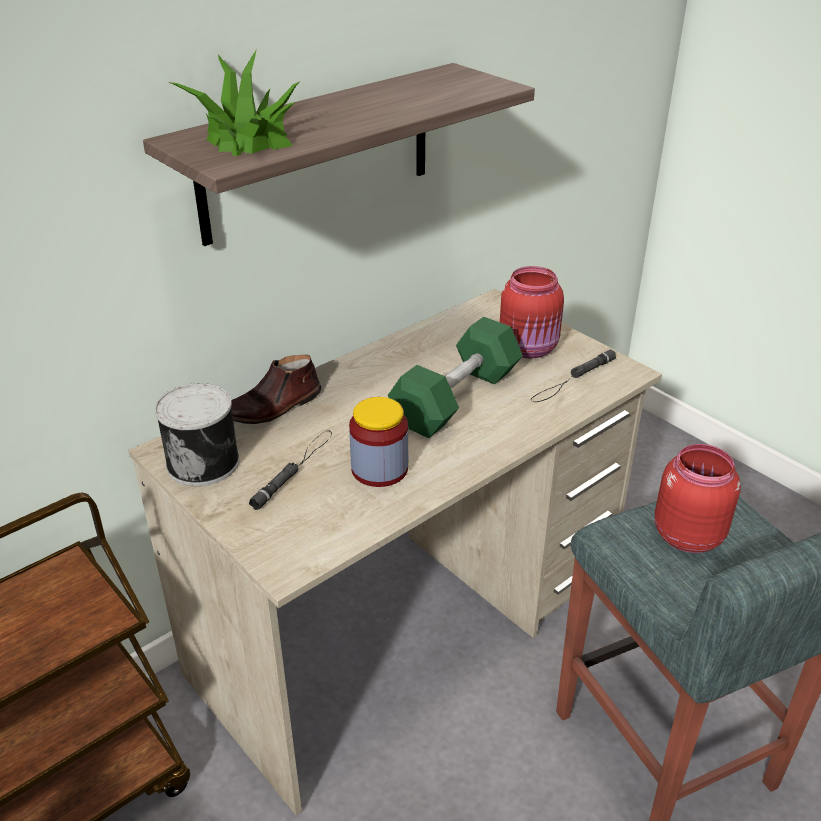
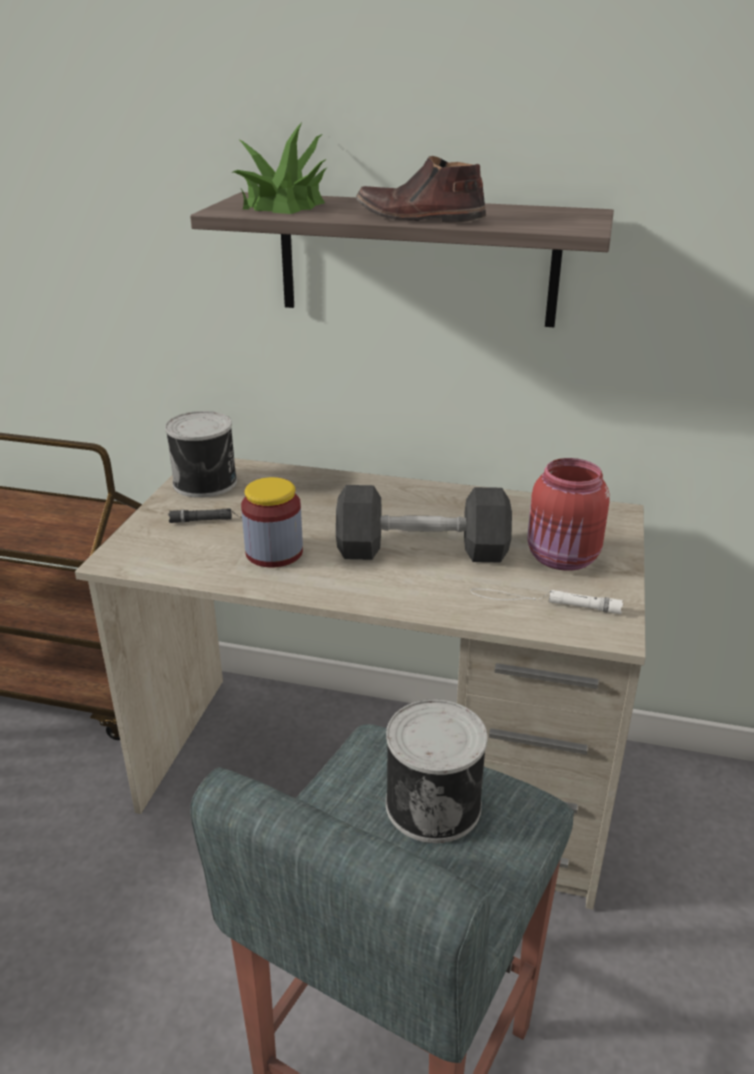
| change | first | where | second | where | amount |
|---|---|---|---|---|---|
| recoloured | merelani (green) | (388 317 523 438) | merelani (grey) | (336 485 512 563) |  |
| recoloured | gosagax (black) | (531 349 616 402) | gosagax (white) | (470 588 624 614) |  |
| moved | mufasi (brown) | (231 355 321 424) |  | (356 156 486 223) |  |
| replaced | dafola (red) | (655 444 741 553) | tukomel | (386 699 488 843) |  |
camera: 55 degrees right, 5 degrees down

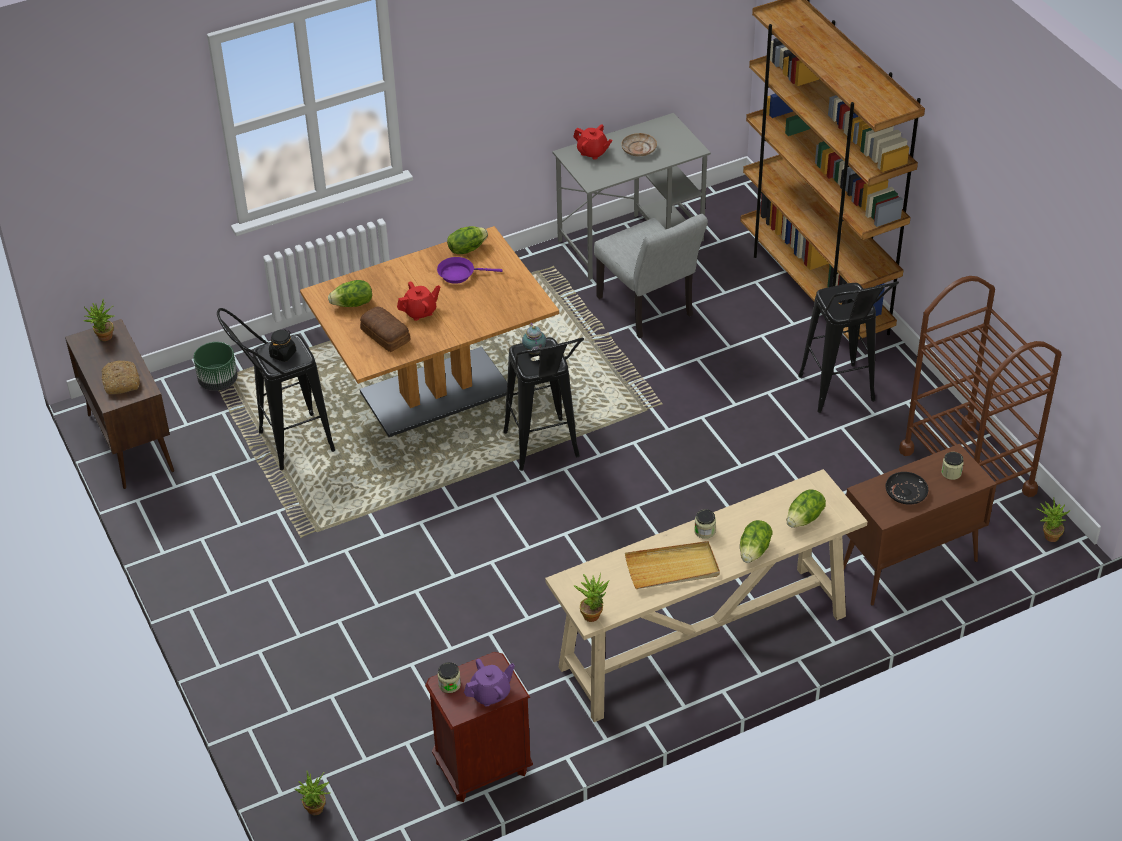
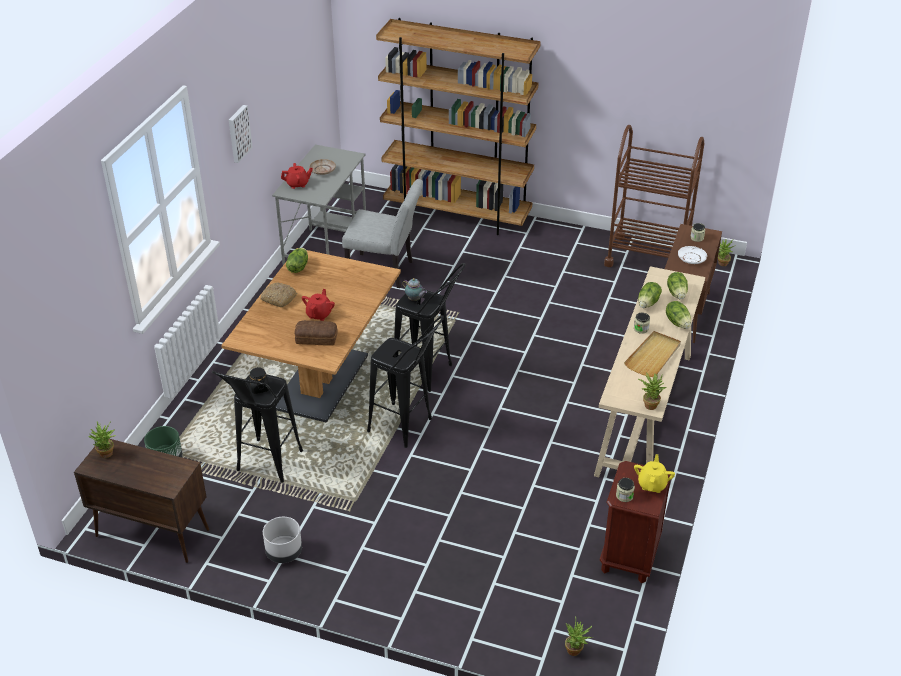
| change | first | where | second | where | amount |
|---|---|---|---|---|---|
| removed | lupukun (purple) | (437 257 502 284) |  |  |  |
| moved | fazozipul | (328 280 372 307) |  | (638 282 662 308) |  |
| moved | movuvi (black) | (798 281 899 413) |  | (367 315 444 448) |  |
| moved | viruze | (101 360 140 394) |  | (261 283 297 307) |  |
| recoloured | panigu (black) | (886 472 928 504) | panigu (white) | (678 246 707 264) |  |
| recoloured | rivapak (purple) | (464 659 515 706) | rivapak (yellow) | (634 454 675 493) |  |
| added |  |  | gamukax | (229 105 253 163) |  |
| added |  |  | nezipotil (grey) | (263 517 302 563) |  |
camera: 45 degrees left, 5 degrees down

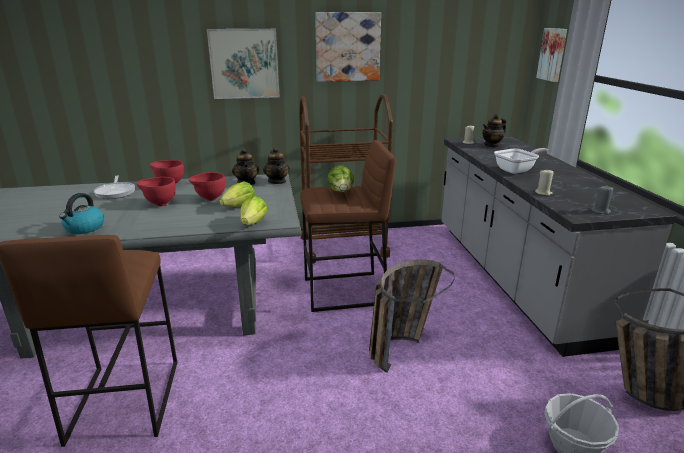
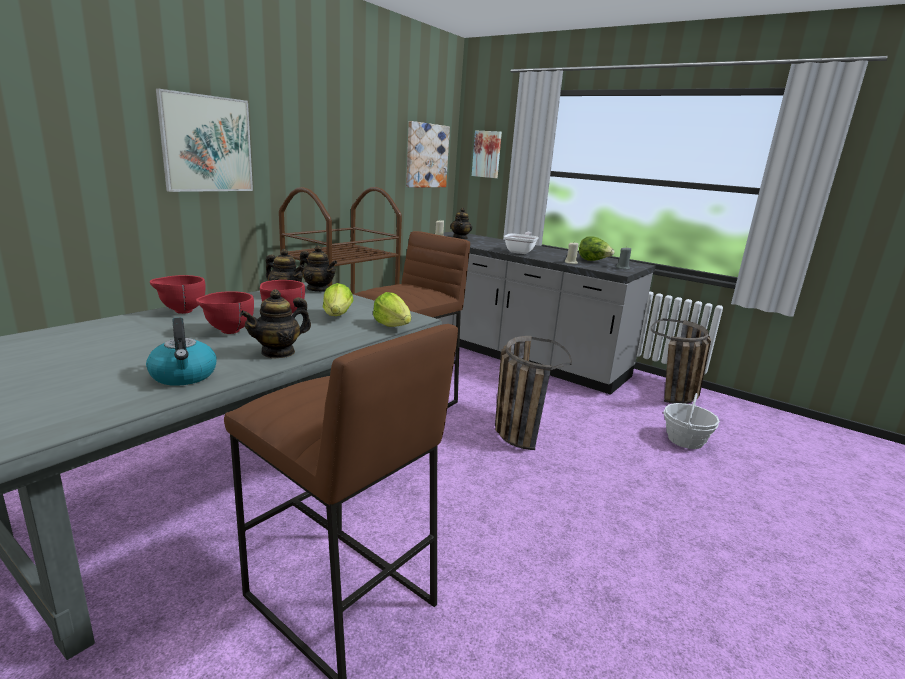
| change | first | where | second | where | amount |
|---|---|---|---|---|---|
| moved | gamukax | (315 12 381 82) |  | (406 121 450 188) |  |
| moved | fazozipul | (327 165 354 193) |  | (579 236 615 261) |  |
| removed | lupukun | (94 175 135 199) |  |  |  |
| added |  |  | rivapak | (240 289 311 359) |  |
camera: 45 degrees left, 5 degrees down

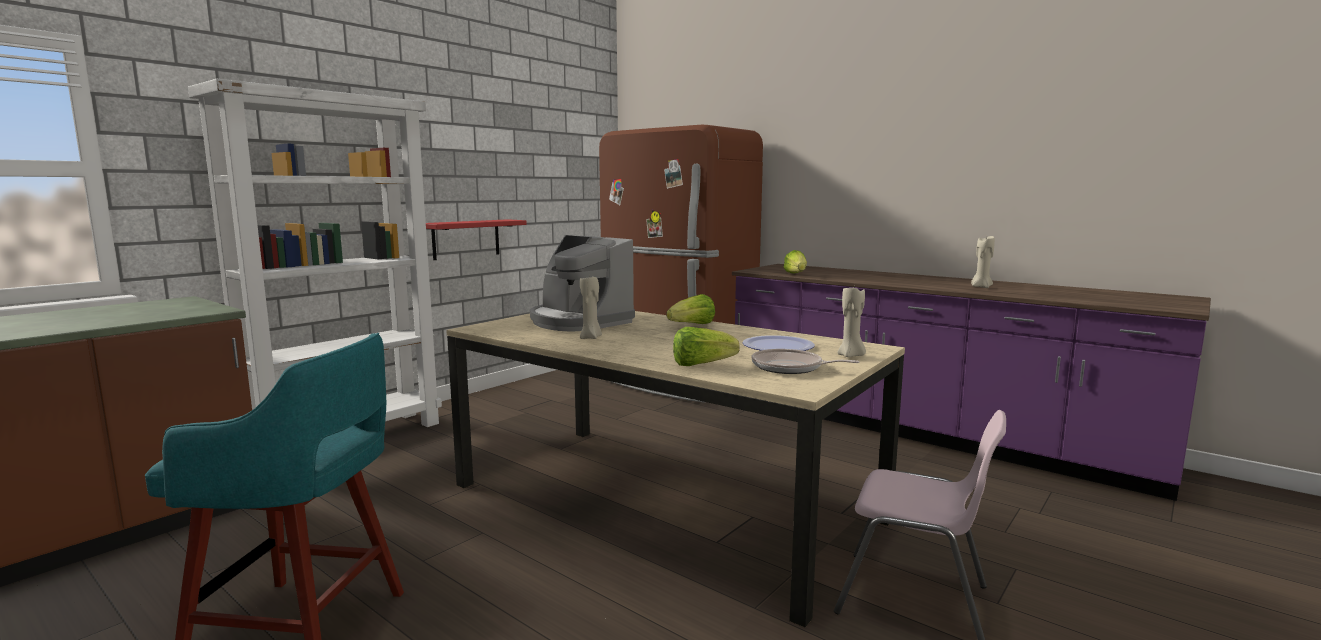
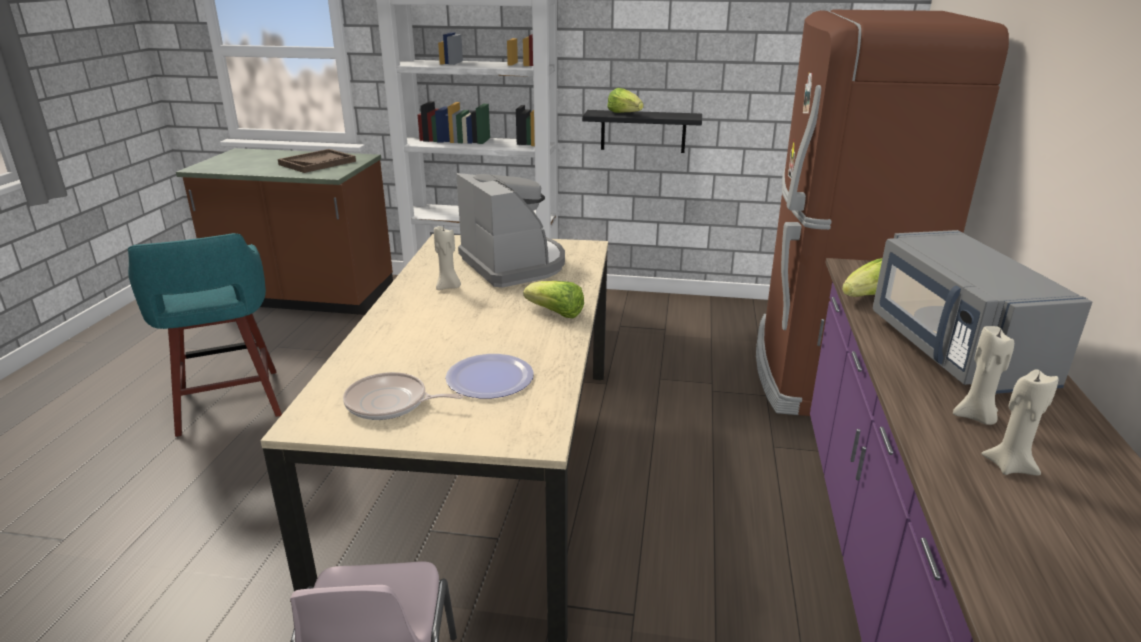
| change | first | where | second | where | amount |
|---|---|---|---|---|---|
| recoloured | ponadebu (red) | (426 219 527 260) | ponadebu (black) | (582 110 702 153) |  |
| turned | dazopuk | (530 235 635 332) |  | (457 173 565 288) | 135 degrees clockwise |
| moved | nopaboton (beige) | (837 288 866 357) |  | (953 326 1014 425) |  |
| moved | fazozipul | (673 327 740 366) |  | (607 88 644 113) |  |
| turned | lupukun | (751 349 859 374) |  | (343 372 463 420) | 75 degrees counterclockwise |
| added |  |  | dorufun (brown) | (278 149 356 173) |  |
| added |  |  | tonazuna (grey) | (873 230 1092 394) |  |
camera: 60 degrees right, 15 degrees up

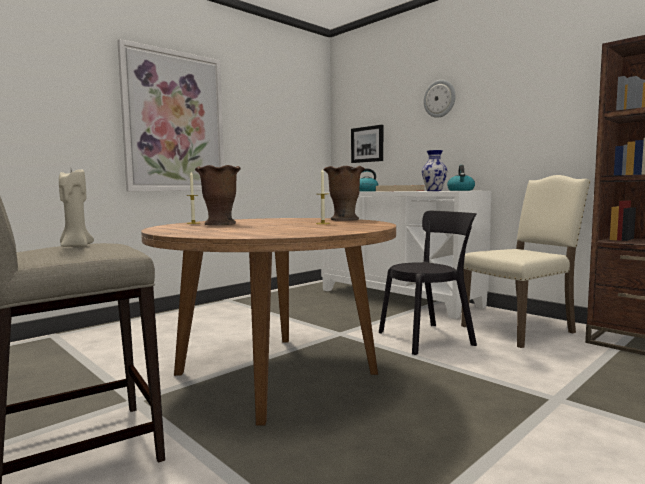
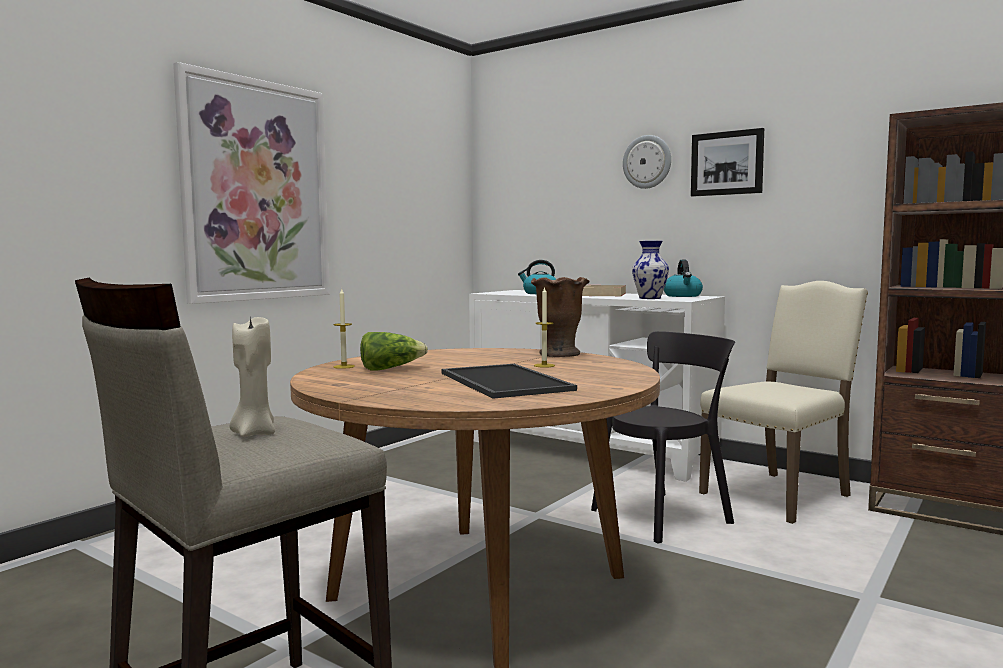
| change | first | where | second | where | amount |
|---|---|---|---|---|---|
| moved | gamukax | (351 125 383 163) |  | (691 128 764 197) |  |
| replaced | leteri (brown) | (195 165 241 225) | fazozipul | (360 332 428 371) |  |
| added |  |  | dorufun | (441 364 577 399) |  |
camera: 10 degrees left, 0 degrees up

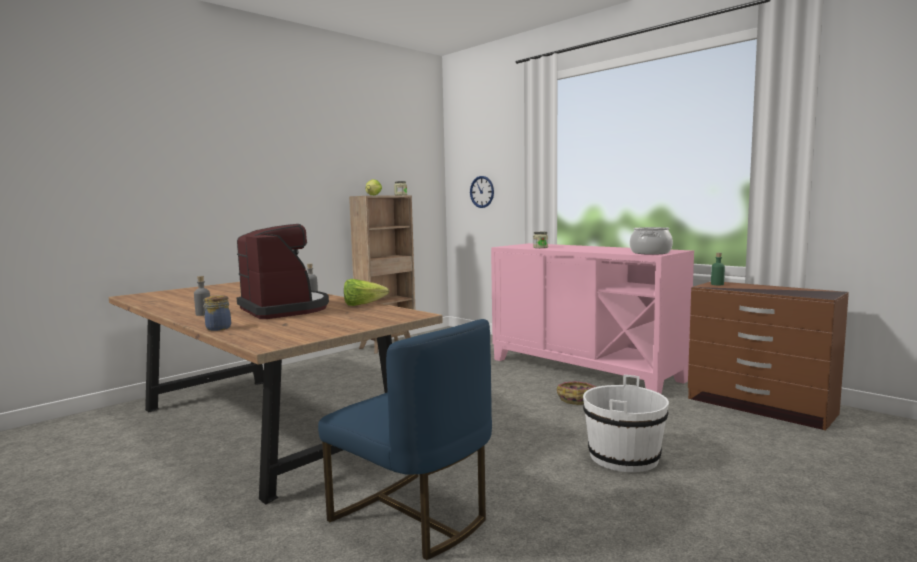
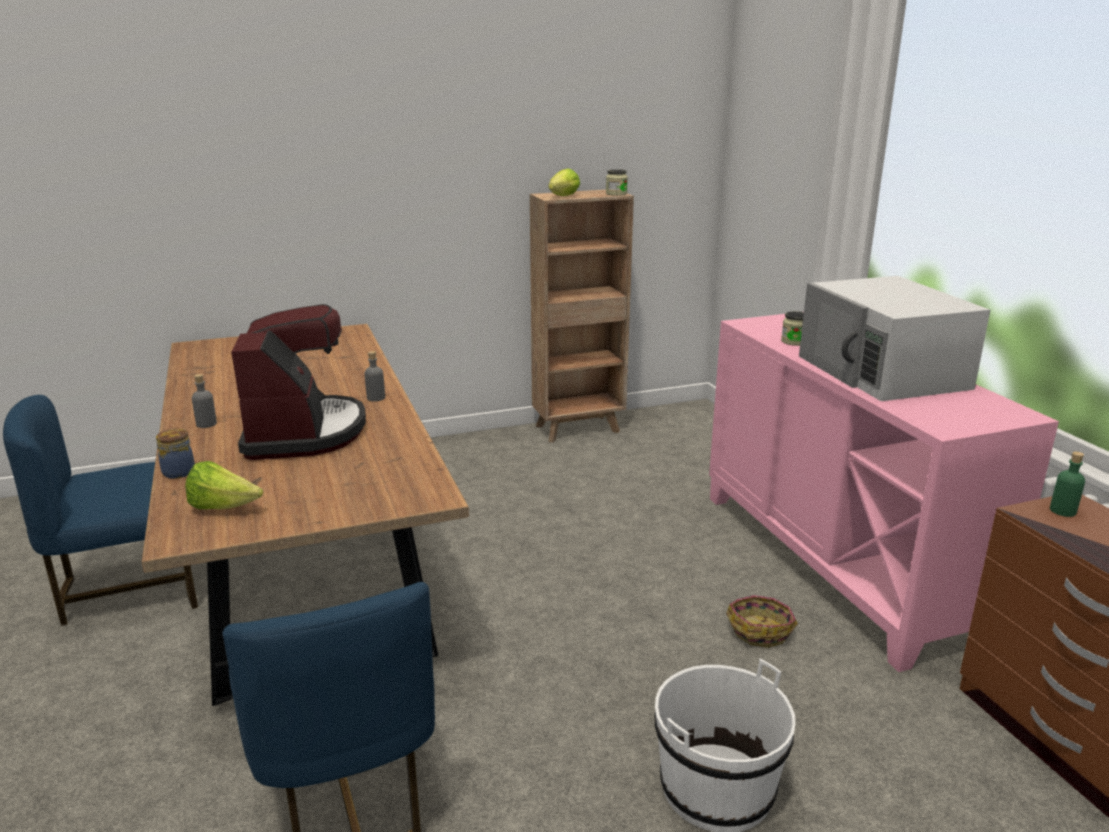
| change | first | where | second | where | amount |
|---|---|---|---|---|---|
| removed | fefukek | (470 176 494 208) |  |  |  |
| removed | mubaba | (630 227 673 255) |  |  |  |
| moved | fazozipul | (344 279 389 306) |  | (185 461 263 509) |  |
| added |  |  | tonazuna (white) | (799 276 990 401) |  |
| added |  |  | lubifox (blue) | (3 395 198 626) |  |
camera: 25 degrees right, 15 degrees up

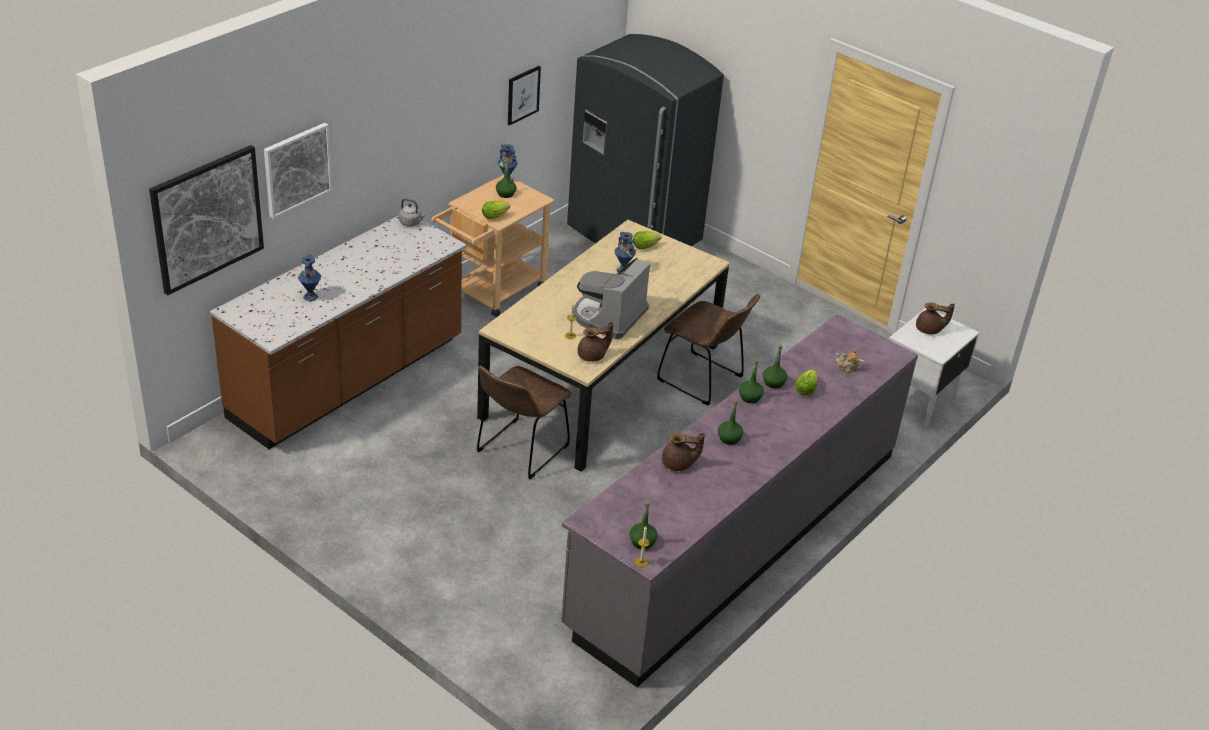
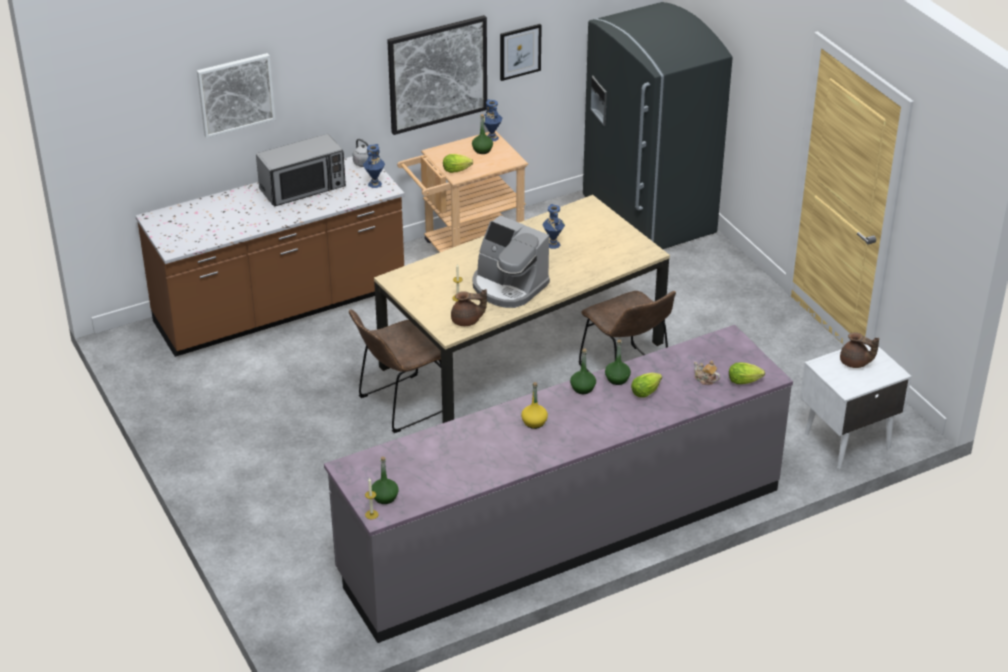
| change | first | where | second | where | amount |
|---|---|---|---|---|---|
| moved | gamukax | (149 145 264 295) |  | (387 15 487 135) |  |
| moved | fazozipul | (633 231 662 249) |  | (729 363 765 384) |  |
| moved | leteri (blue) | (298 255 321 301) |  | (363 144 385 188) |  |
| turned | dazopuk | (573 258 650 339) |  | (473 215 550 308) | 105 degrees counterclockwise |
| recoloured | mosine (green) | (718 399 743 445) | mosine (yellow) | (521 382 548 429) |  |
| removed | rivapak (brown) | (662 433 705 471) |  |  |  |
| added |  |  | tonazuna | (256 134 346 207) |  |
camera: 25 degrees right, 0 degrees up

